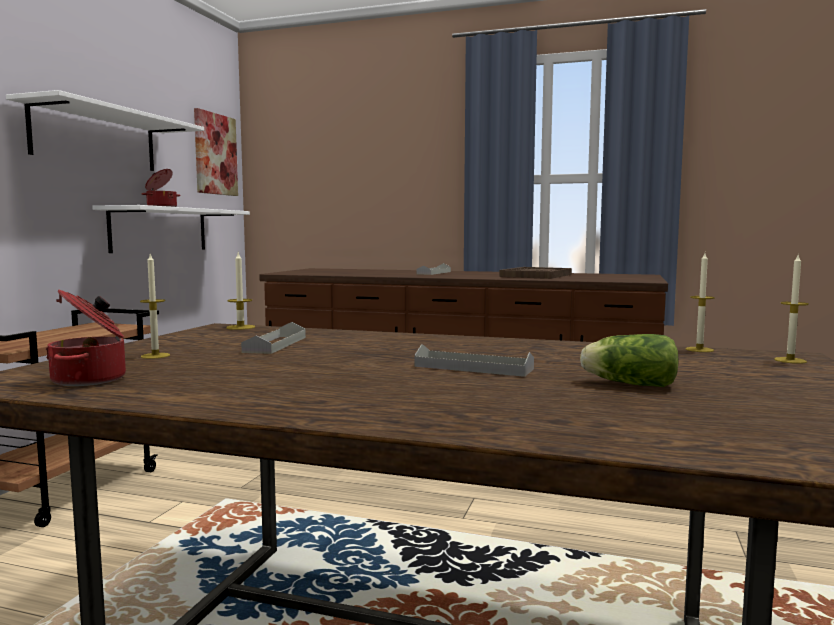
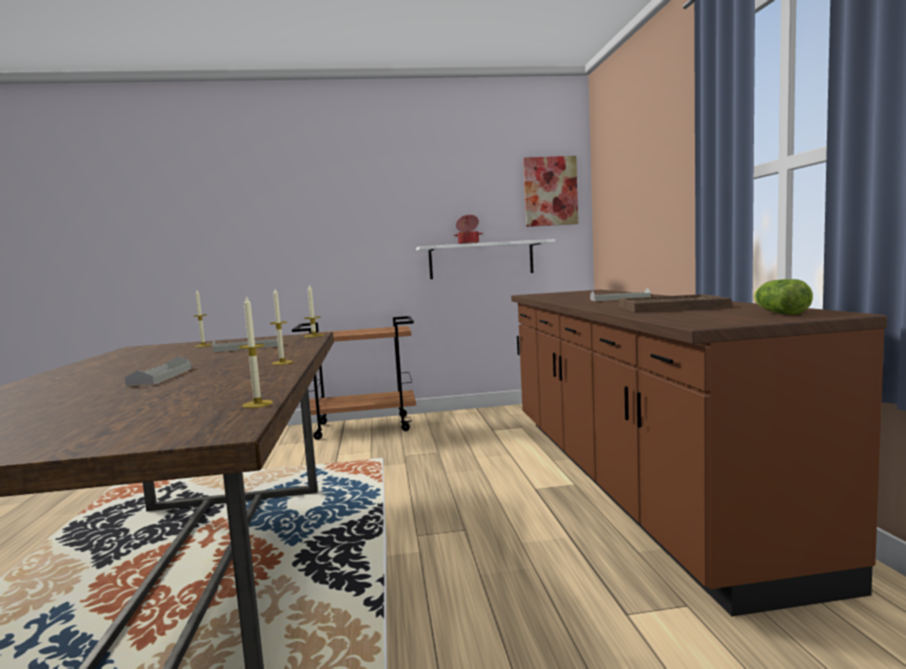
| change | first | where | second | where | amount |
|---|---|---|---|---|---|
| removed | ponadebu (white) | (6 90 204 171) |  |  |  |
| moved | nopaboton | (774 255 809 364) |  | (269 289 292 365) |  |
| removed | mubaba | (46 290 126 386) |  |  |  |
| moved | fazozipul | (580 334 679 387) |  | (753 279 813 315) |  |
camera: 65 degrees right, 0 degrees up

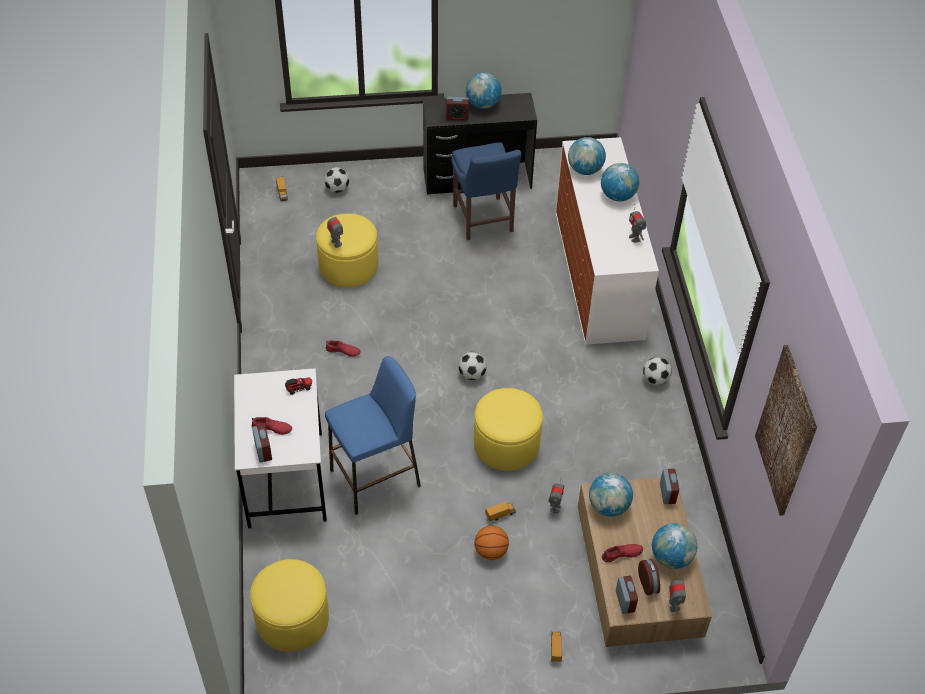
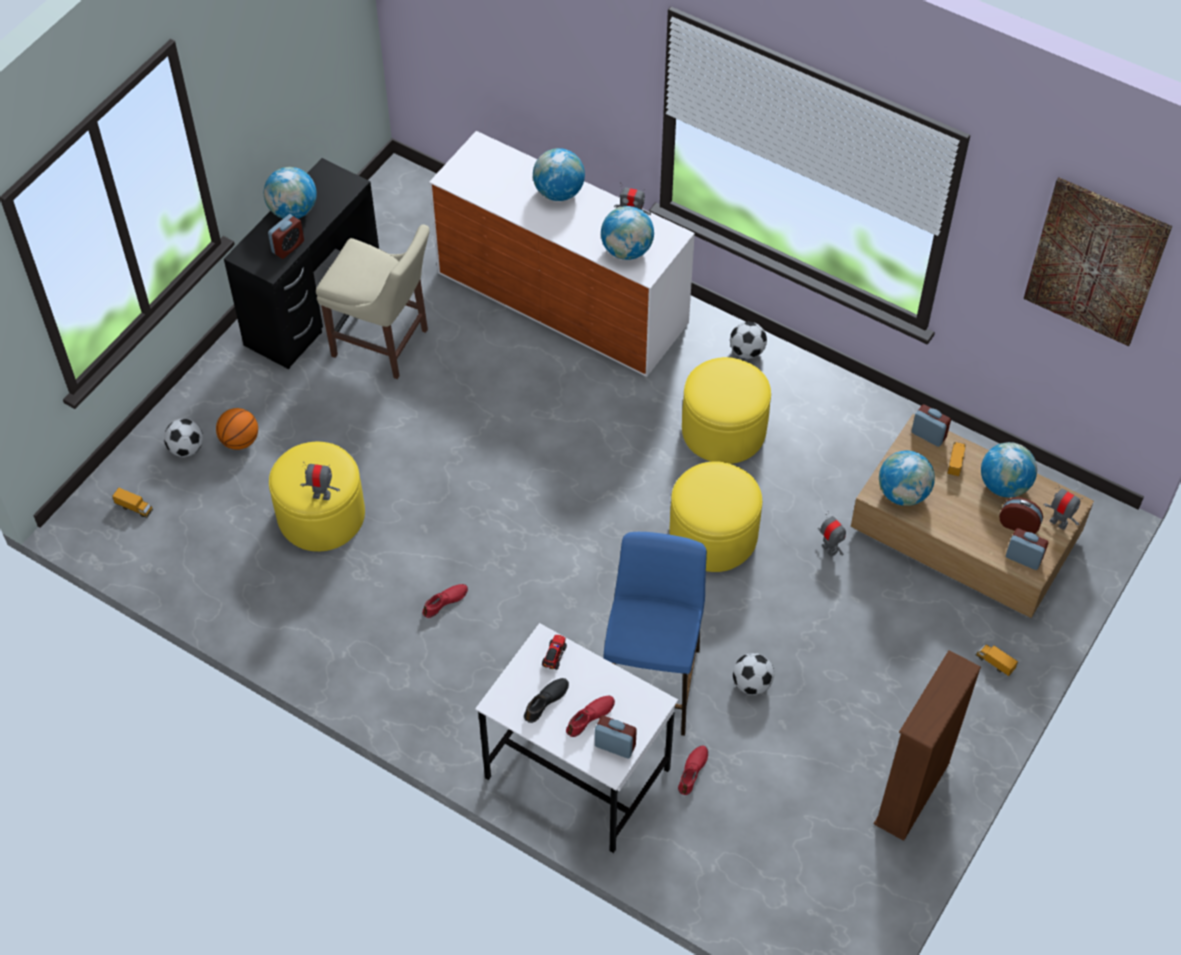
| change | first | where | second | where | amount |
|---|---|---|---|---|---|
| moved | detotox | (568 137 606 175) |  | (601 206 654 260) |  |
| recoloured | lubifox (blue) | (451 142 521 240) | lubifox (beige) | (316 224 430 379) |  |
| moved | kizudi | (458 352 487 380) |  | (733 653 774 695) |  |
| moved | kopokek | (485 502 516 521) |  | (947 442 966 476) |  |
| moved | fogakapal | (475 526 509 560) |  | (216 408 258 450) |  |
| moved | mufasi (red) | (602 544 643 562) |  | (678 746 708 795) |  |
| moved | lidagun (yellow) | (250 559 329 652) |  | (682 357 771 464) |  |
| added |  |  | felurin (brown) | (874 650 981 841) |  |
| added |  |  | mufasi (black) | (524 678 569 723) |  |
camera: 50 degrees left, 5 degrees up

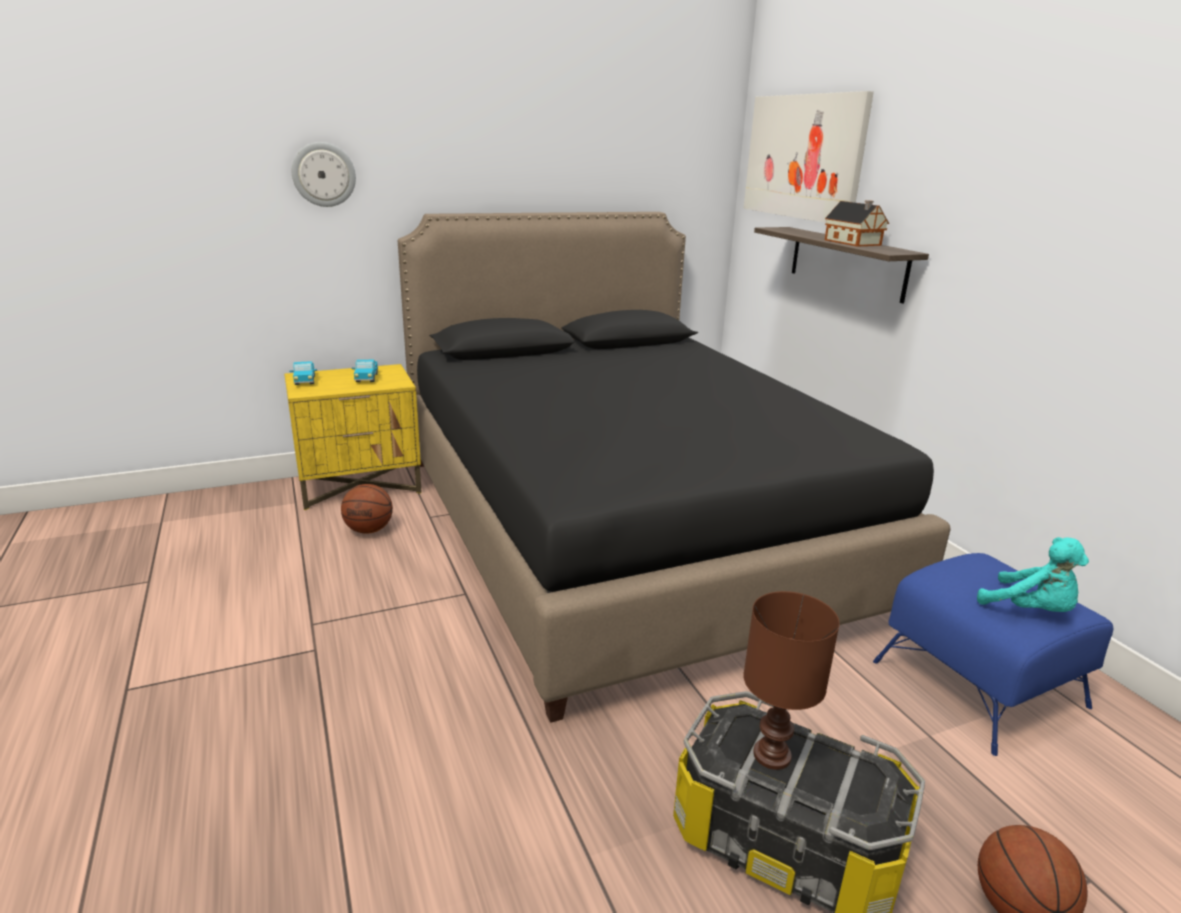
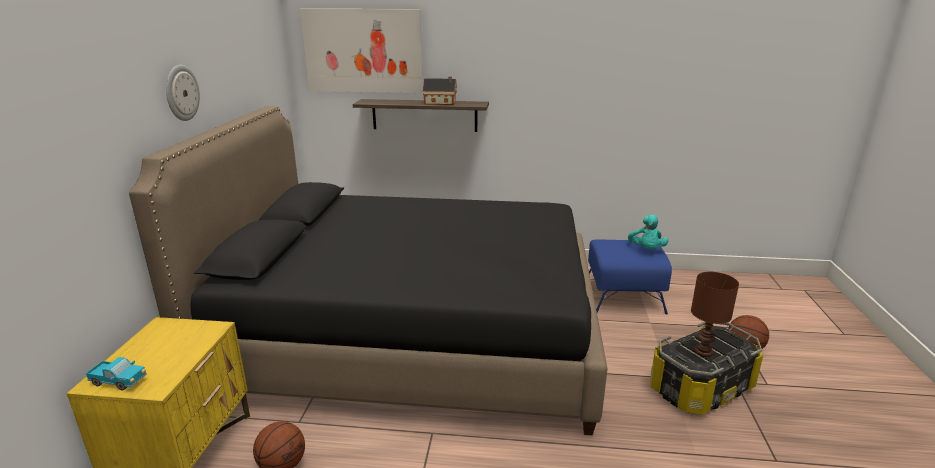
| change | first | where | second | where | amount |
|---|---|---|---|---|---|
| moved | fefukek | (292 142 356 207) |  | (166 65 200 121) |  |
| removed | kopokek | (351 360 378 382) |  |  |  |
| turned | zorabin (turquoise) | (977 537 1089 612) |  | (628 215 669 249) | 105 degrees clockwise |
camera: 60 degrees left, 0 degrees up

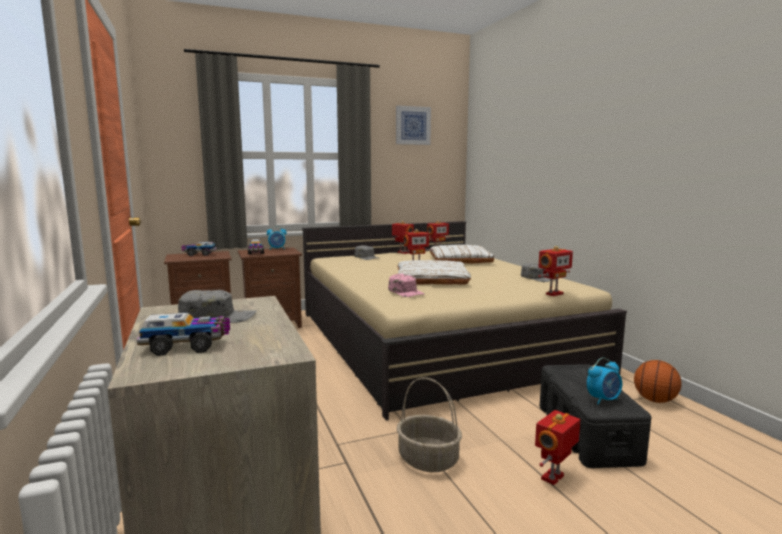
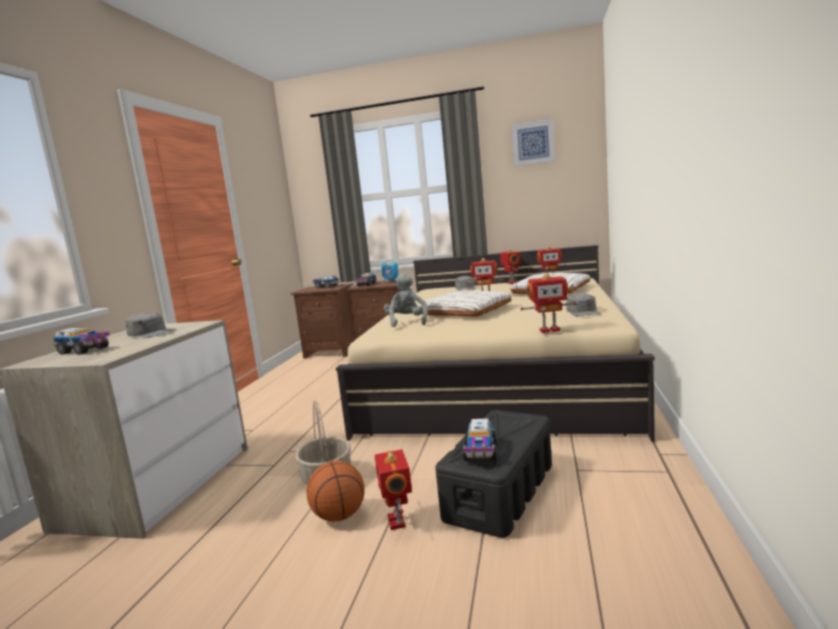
| change | first | where | second | where | amount |
|---|---|---|---|---|---|
| replaced | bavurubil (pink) | (388 274 425 297) | zorabin (grey) | (384 274 428 327) |  |
| replaced | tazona | (587 357 622 405) | kopokek | (463 418 497 461) |  |
| moved | fogakapal | (634 360 681 403) |  | (307 461 365 521) |  |
| turned | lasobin | (535 410 581 485) |  | (375 449 412 530) | 90 degrees counterclockwise |
camera: 35 degrees right, 0 degrees up

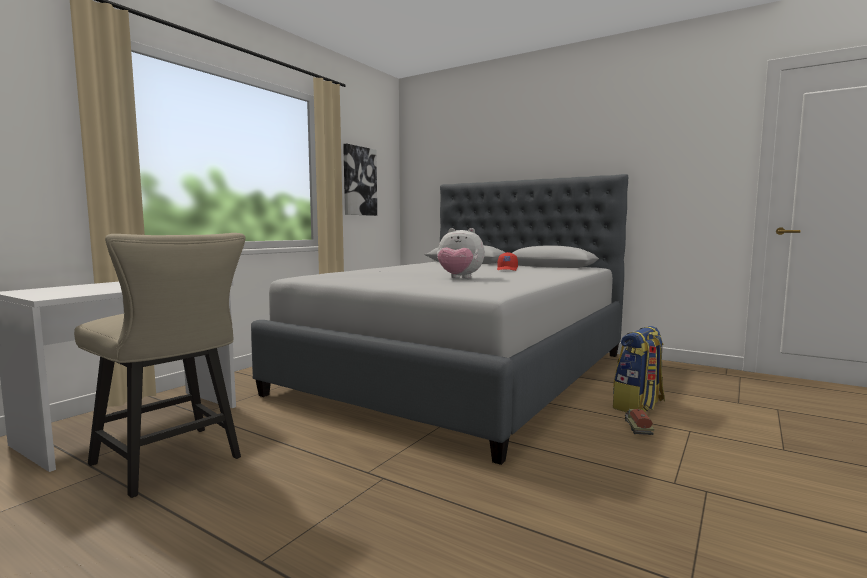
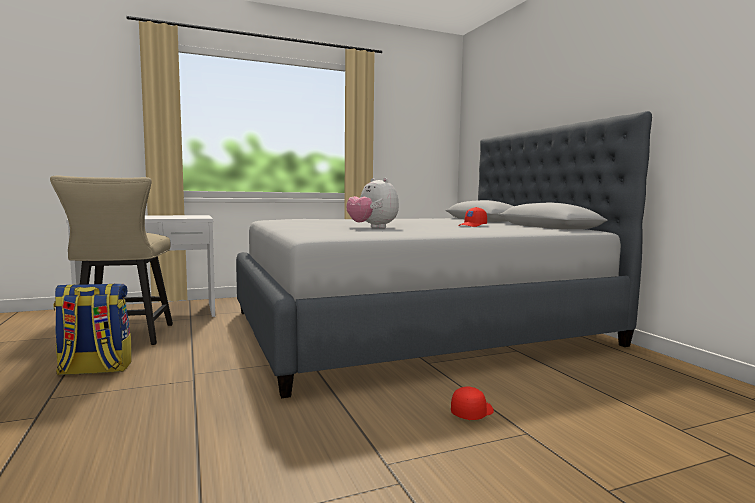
| change | first | where | second | where | amount |
|---|---|---|---|---|---|
| removed | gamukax | (343 143 377 216) |  |  |  |
| moved | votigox | (613 326 665 412) |  | (53 284 132 375) |  |
| replaced | kopokek | (625 409 654 435) | bavurubil (red) | (451 387 494 420) |  |
camera: 35 degrees right, 0 degrees up

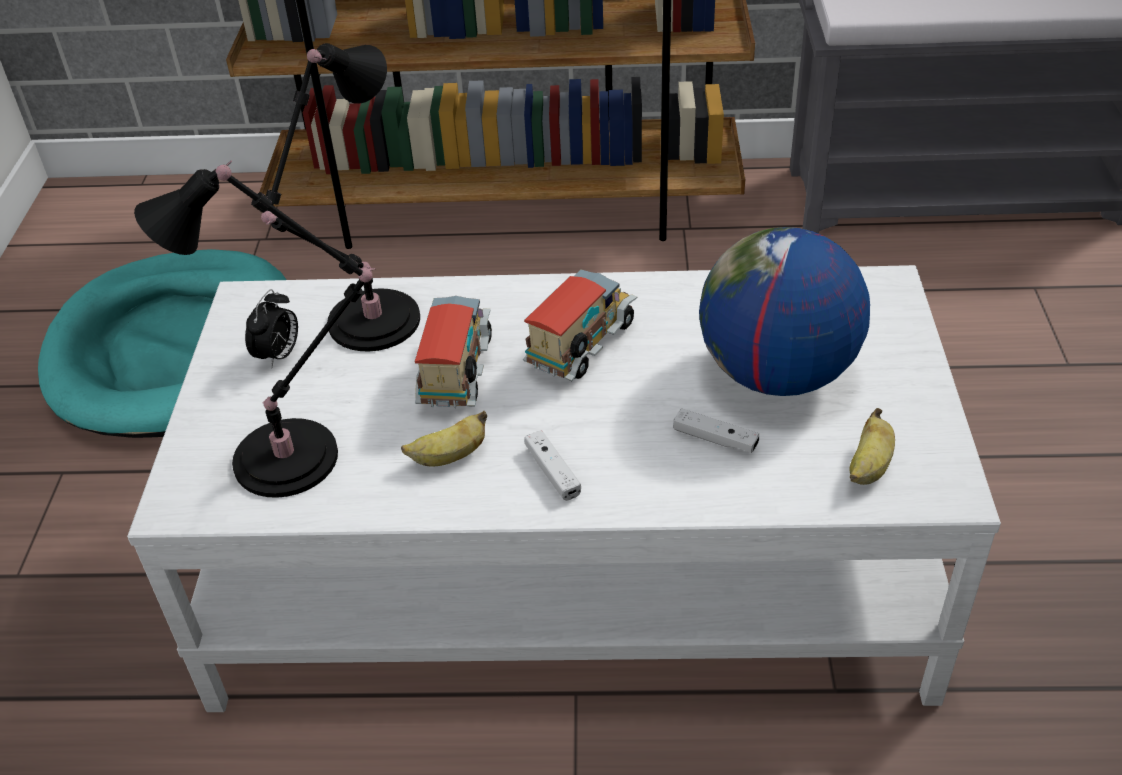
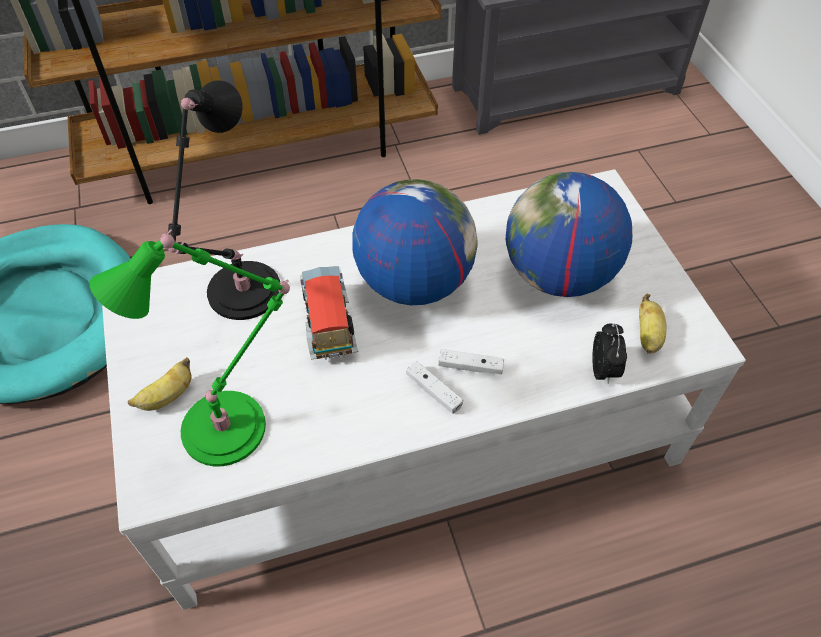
| change | first | where | second | where | amount |
|---|---|---|---|---|---|
| recoloured | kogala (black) | (134 160 375 498) | kogala (green) | (89 229 290 466) |  |
| replaced | kopokek | (523 269 637 381) | detotox | (352 179 478 305) |  |
| moved | tazona | (245 289 298 369) |  | (592 323 627 384) |  |
| moved | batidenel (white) | (673 408 759 453) |  | (438 349 504 375) |  |
| moved | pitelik | (401 411 487 466) |  | (128 357 192 411) |  |
camera: 20 degrees left, 10 degrees up

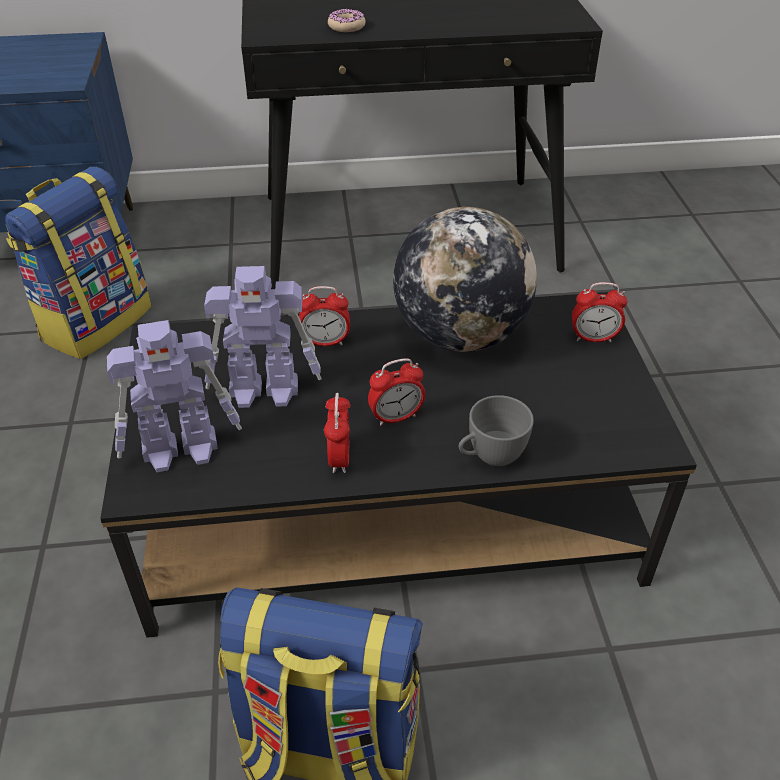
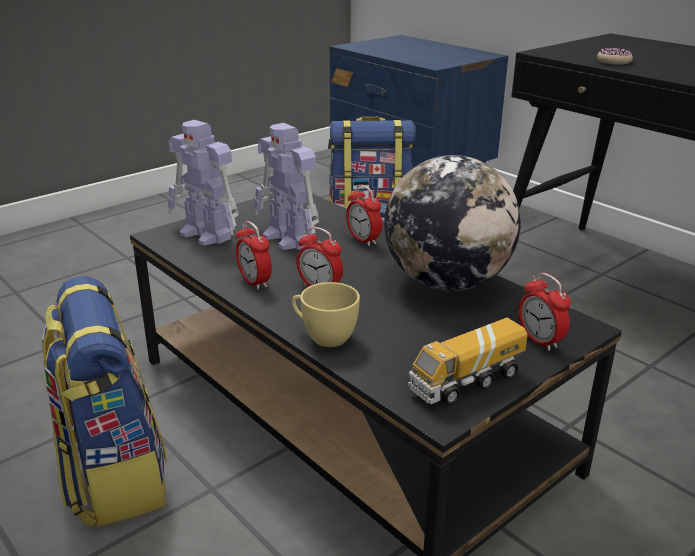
| change | first | where | second | where | amount |
|---|---|---|---|---|---|
| turned | tazona | (324 393 351 473) |  | (236 221 272 290) | 90 degrees clockwise |
| recoloured | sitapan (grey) | (459 395 534 466) | sitapan (yellow) | (292 282 360 347) |  |
| added |  |  | kopokek | (408 318 528 405) |  |
camera: 55 degrees right, 15 degrees down

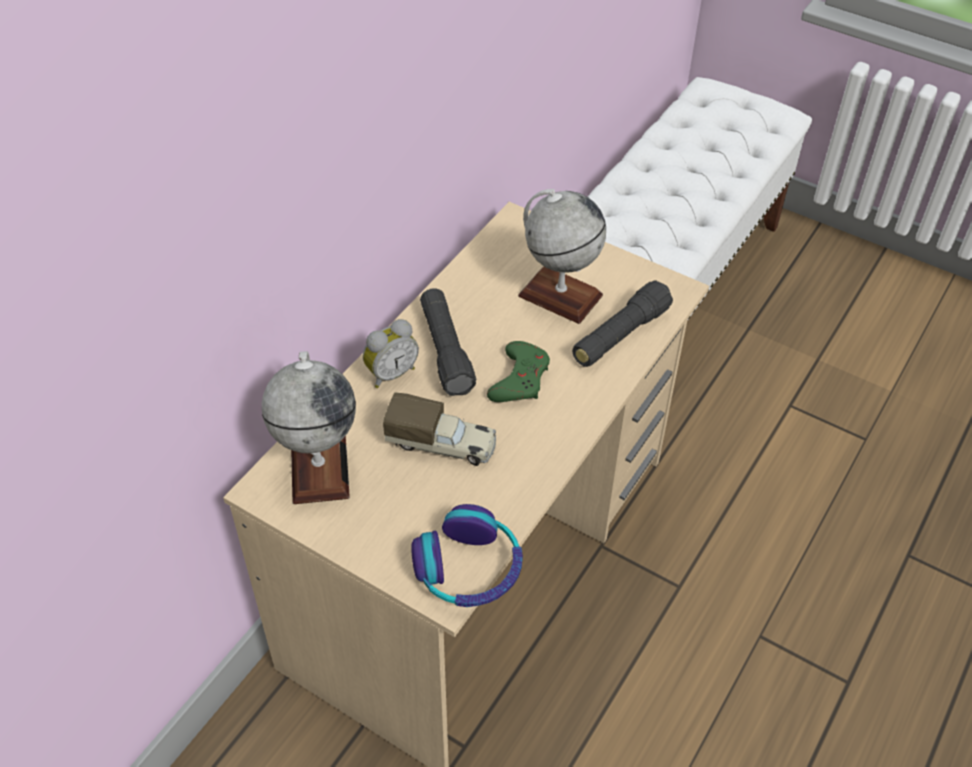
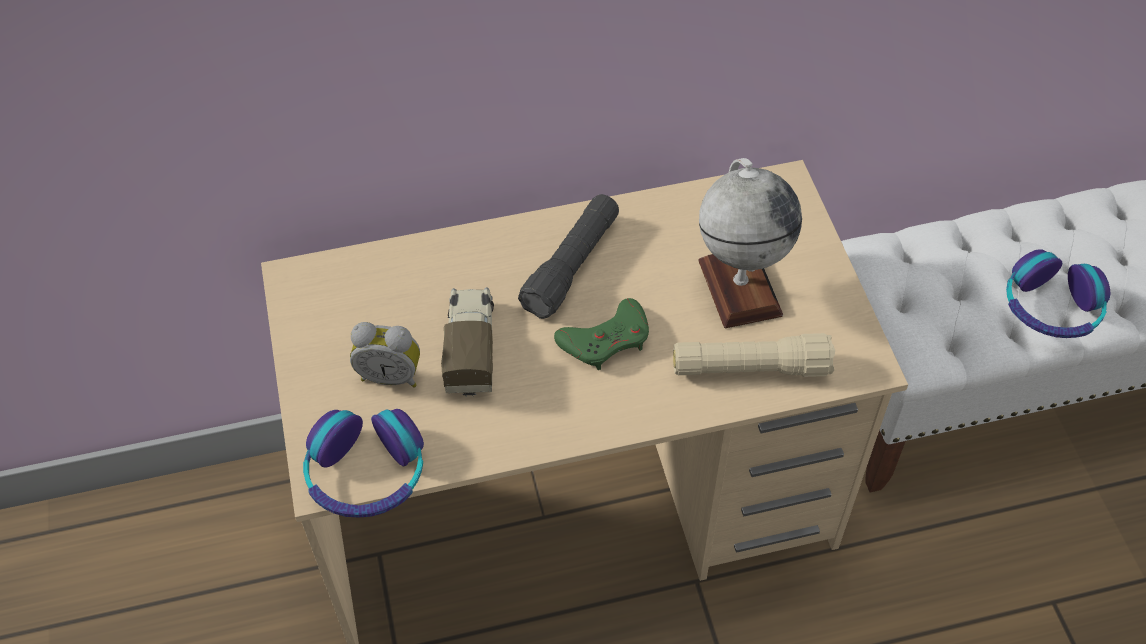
| change | first | where | second | where | amount |
|---|---|---|---|---|---|
| recoloured | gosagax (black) | (572 281 673 367) | gosagax (beige) | (673 333 835 377) |  |
| moved | tazona | (363 319 419 388) |  | (350 322 420 387) |  |
| removed | detotox | (262 351 356 504) |  |  |  |
| turned | kopokek | (383 393 496 466) |  | (441 287 494 397) | 150 degrees counterclockwise |
| added |  |  | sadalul | (1006 249 1110 338) |  |
camera: 45 degrees right, 5 degrees up

